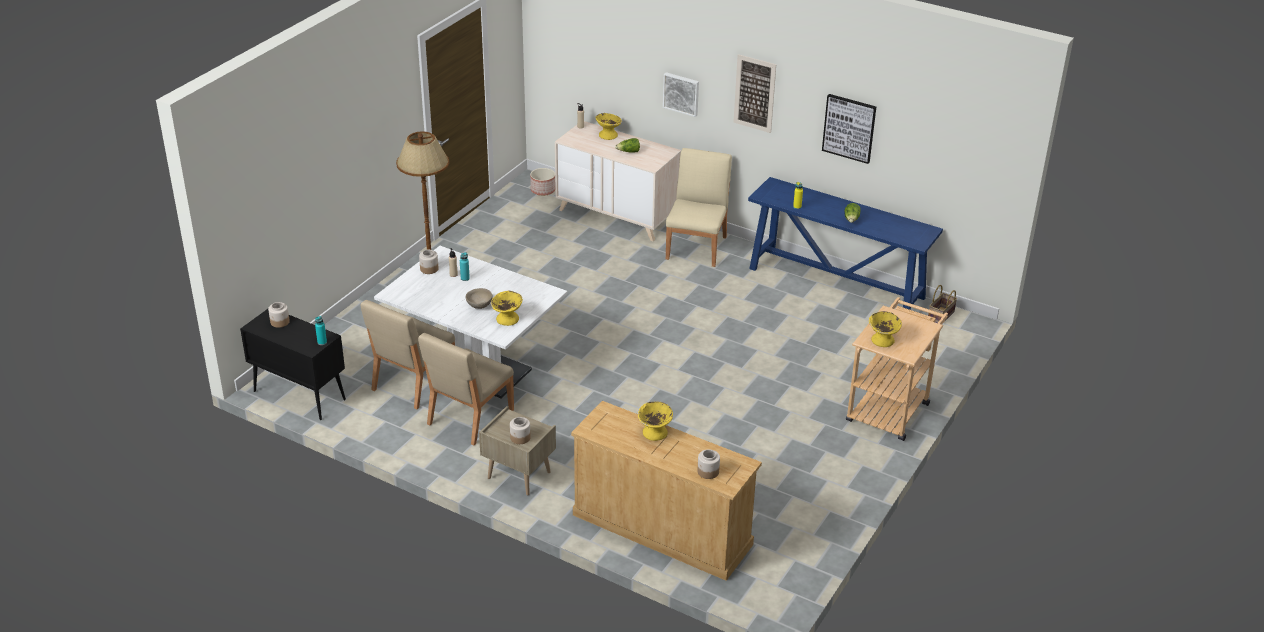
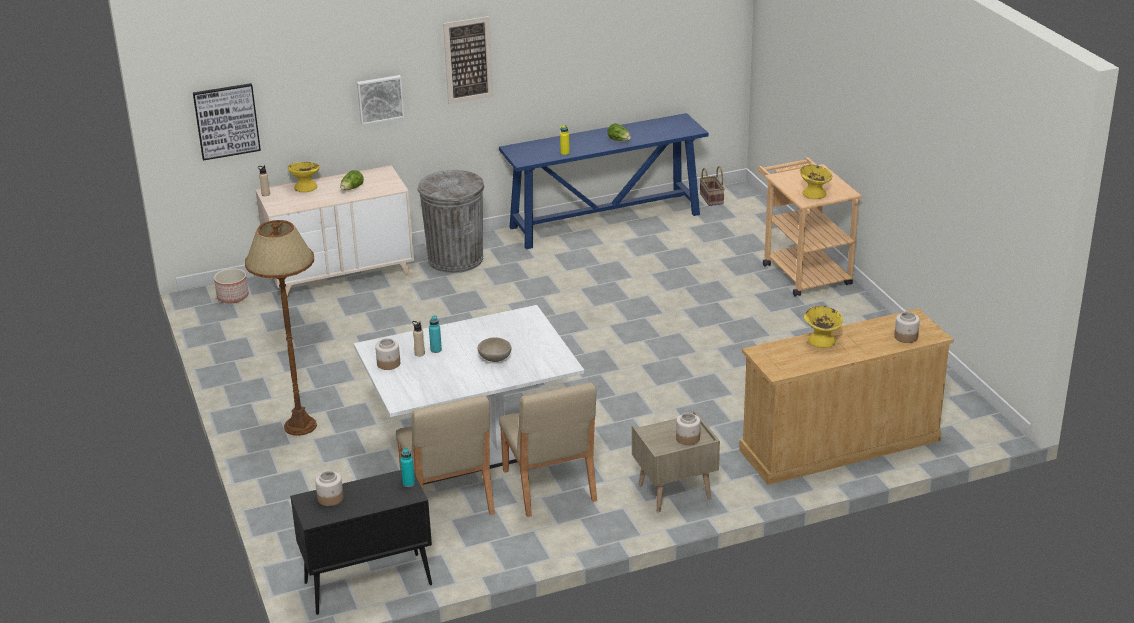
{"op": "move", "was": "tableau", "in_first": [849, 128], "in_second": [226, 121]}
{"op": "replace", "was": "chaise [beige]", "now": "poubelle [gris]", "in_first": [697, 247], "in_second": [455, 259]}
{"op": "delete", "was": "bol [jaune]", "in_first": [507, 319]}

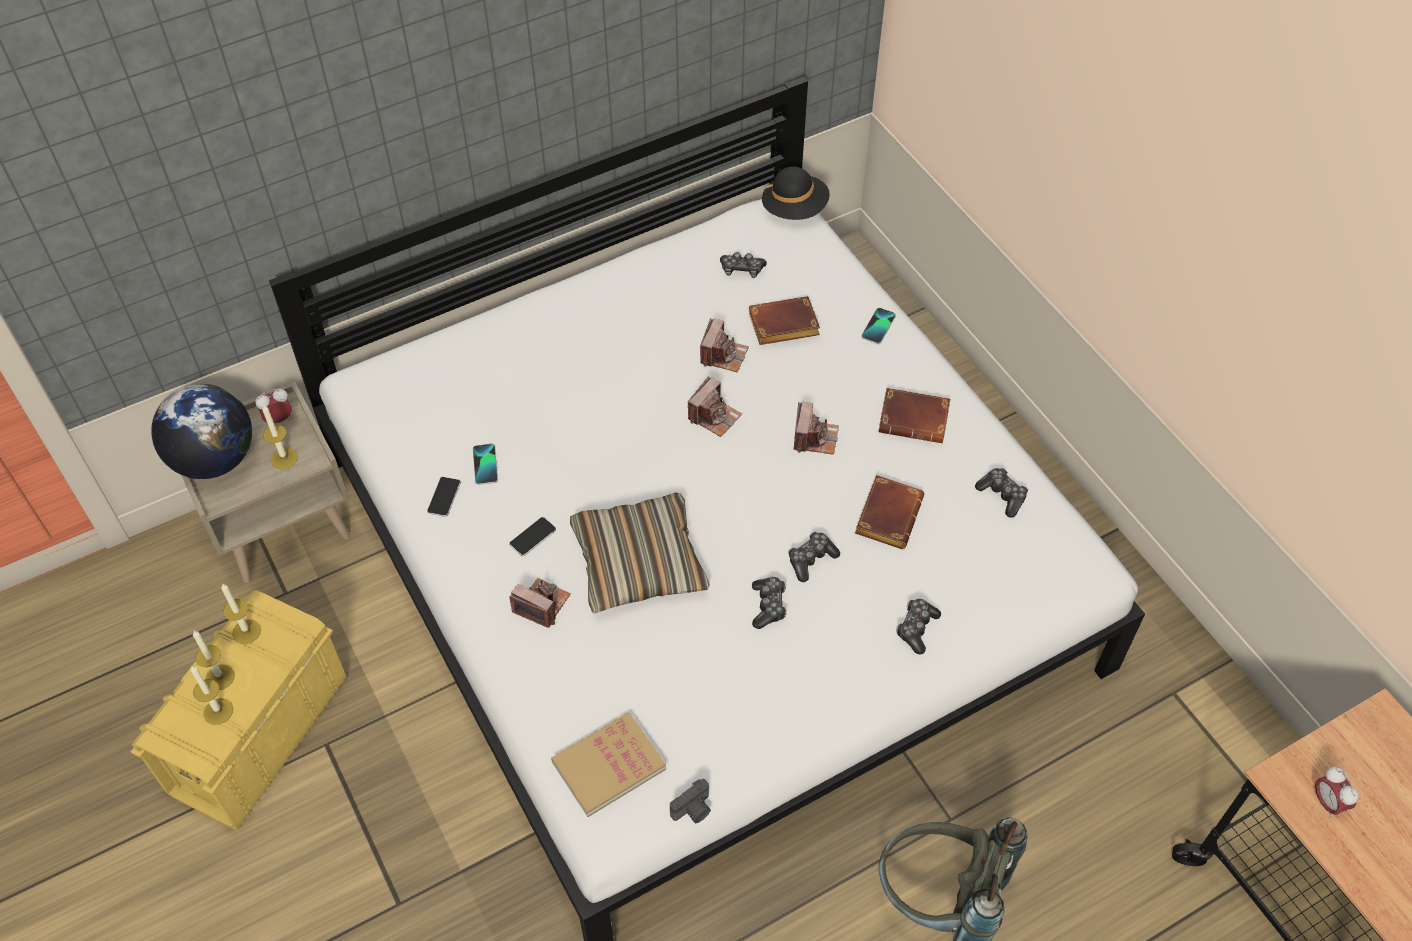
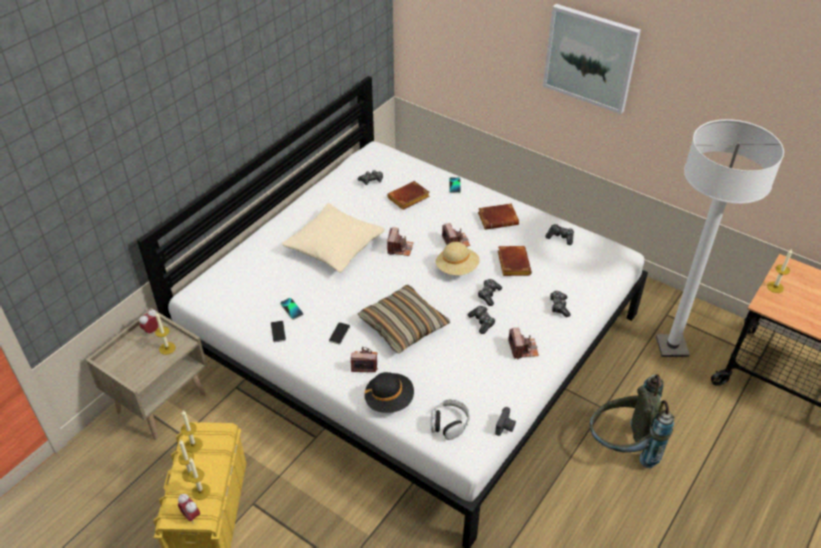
{"op": "move", "was": "réveil", "in_first": [1327, 802], "in_second": [191, 516]}
{"op": "insert", "now": "coussin [beige]", "in_second": [334, 246]}
{"op": "move", "was": "chapeau [noir]", "in_first": [795, 209], "in_second": [389, 400]}
{"op": "replace", "was": "livre", "now": "casque audio", "in_first": [609, 765], "in_second": [449, 423]}
{"op": "insert", "now": "chapeau [beige]", "in_second": [457, 268]}
{"op": "move", "was": "appareil photo", "in_first": [723, 355], "in_second": [523, 349]}
{"op": "insert", "now": "tableau", "in_second": [590, 58]}
{"op": "insert", "now": "lampadaire [blanc]", "in_second": [671, 347]}
{"op": "insert", "now": "bougie", "in_second": [775, 287]}
{"op": "delete", "was": "globe", "in_first": [214, 459]}

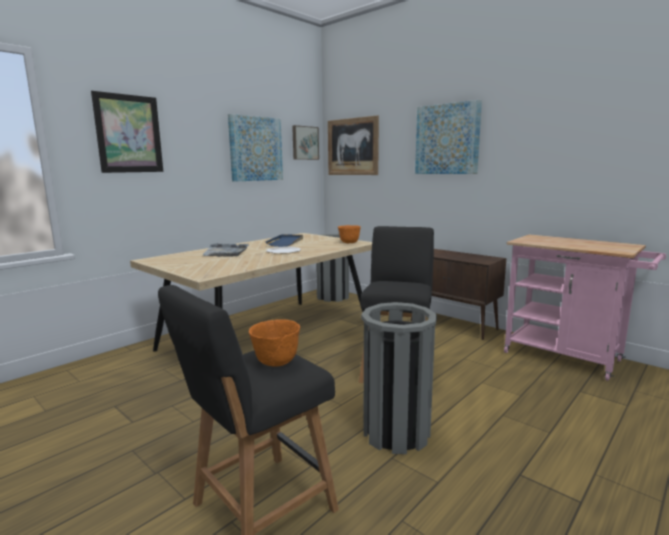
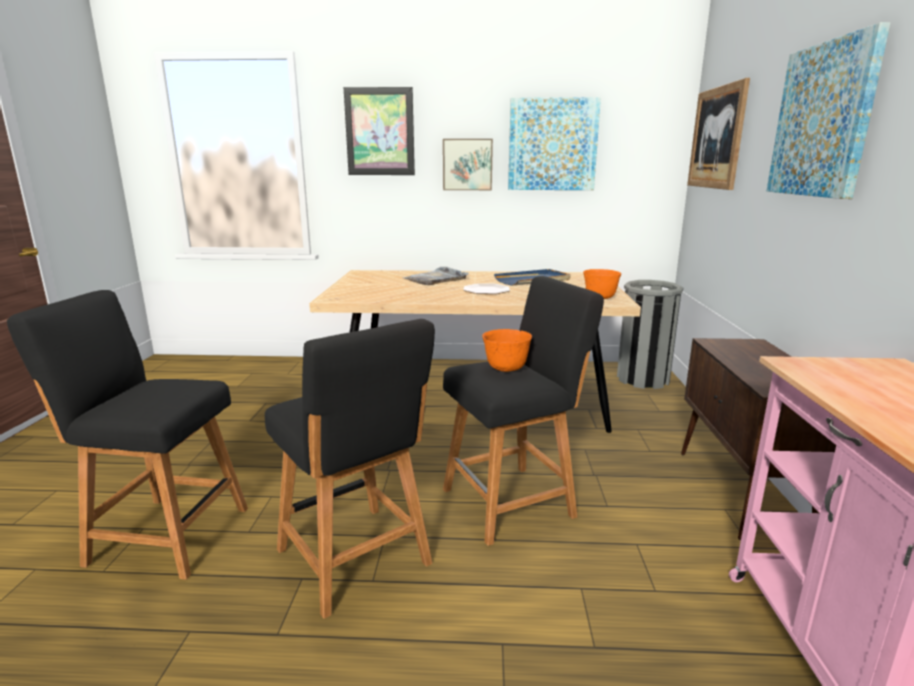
{"op": "replace", "was": "poubelle [gris]", "now": "tabouret [noir]", "in_first": [396, 433], "in_second": [357, 561]}
{"op": "move", "was": "tableau", "in_first": [304, 143], "in_second": [467, 164]}
{"op": "move", "was": "bol [orange]", "in_first": [276, 362], "in_second": [505, 369]}

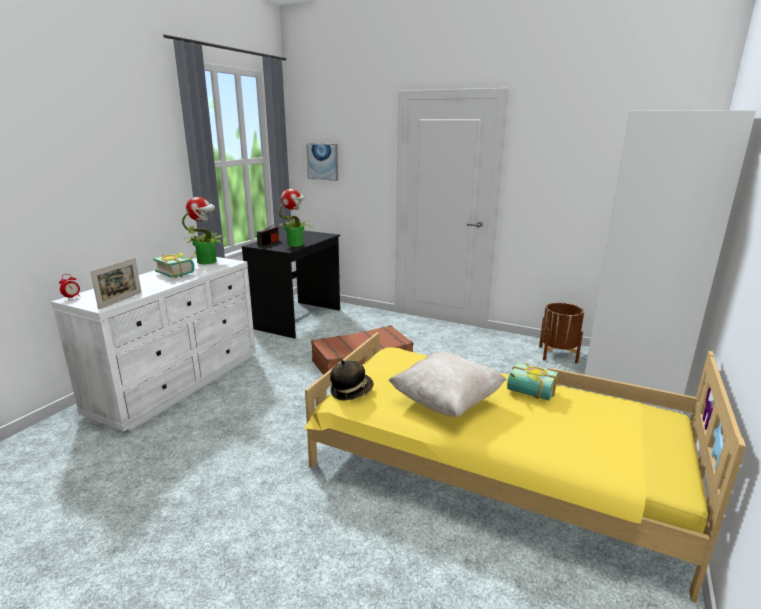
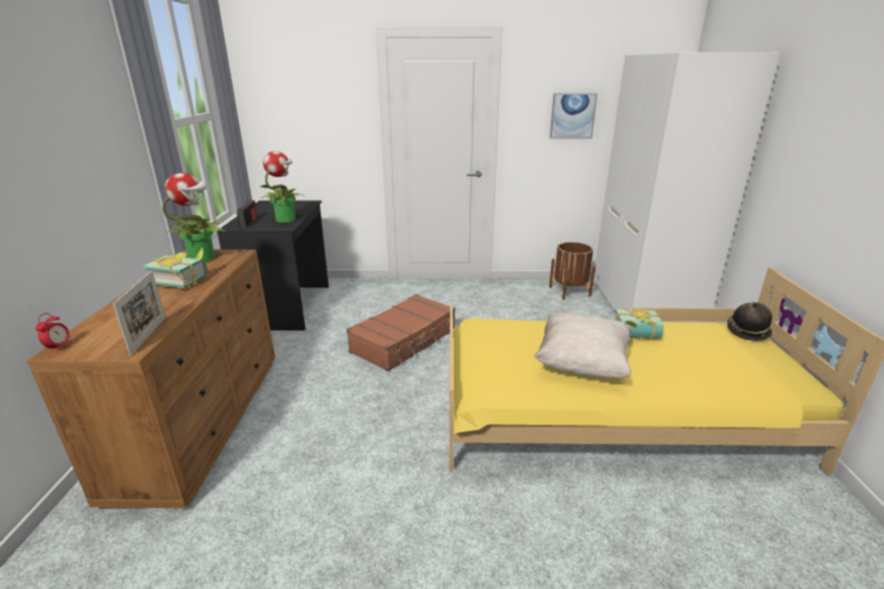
{"op": "recolor", "was": "commode [blanc]", "now": "commode [marron]", "in_first": [179, 382], "in_second": [203, 420]}
{"op": "move", "was": "tableau", "in_first": [323, 161], "in_second": [572, 116]}
{"op": "move", "was": "chapeau", "in_first": [351, 391], "in_second": [747, 331]}

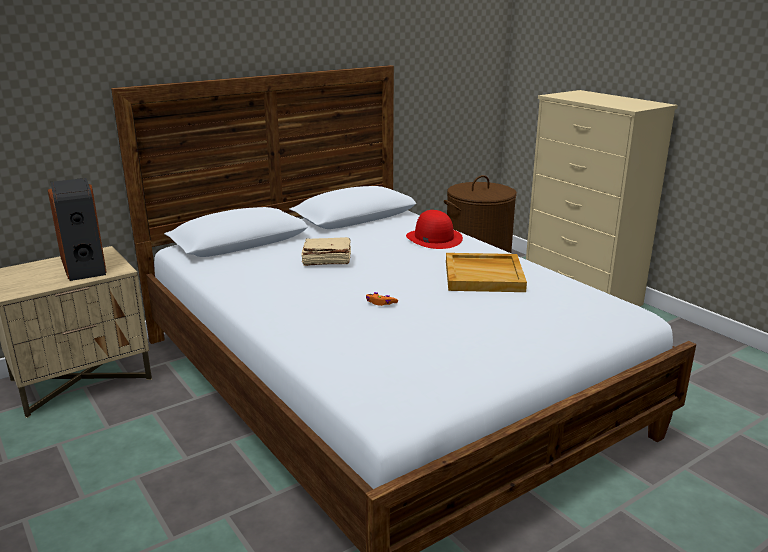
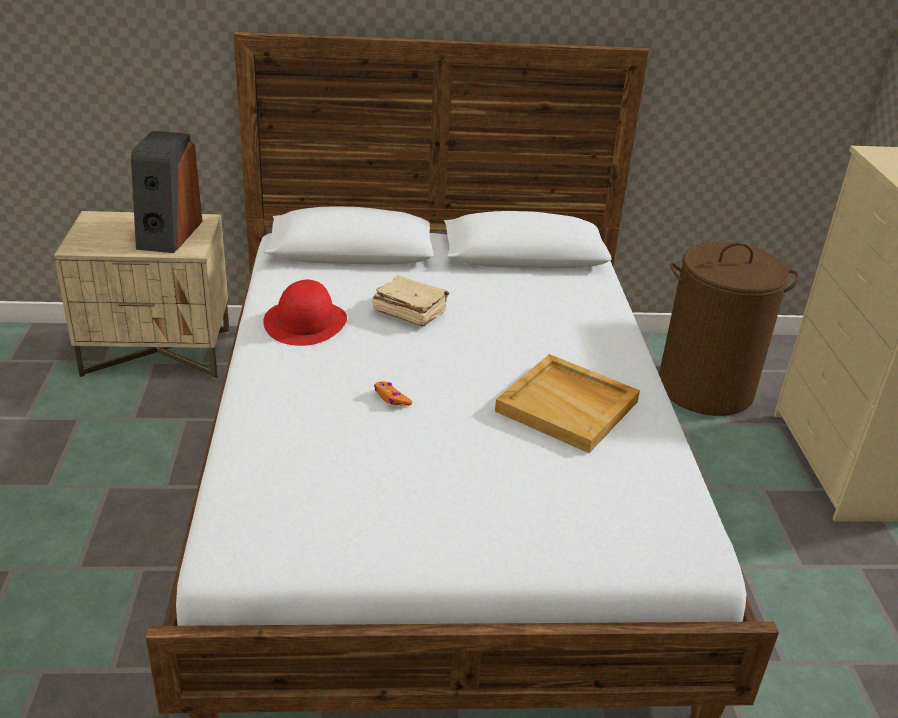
{"op": "move", "was": "chapeau [rouge]", "in_first": [433, 238], "in_second": [305, 322]}

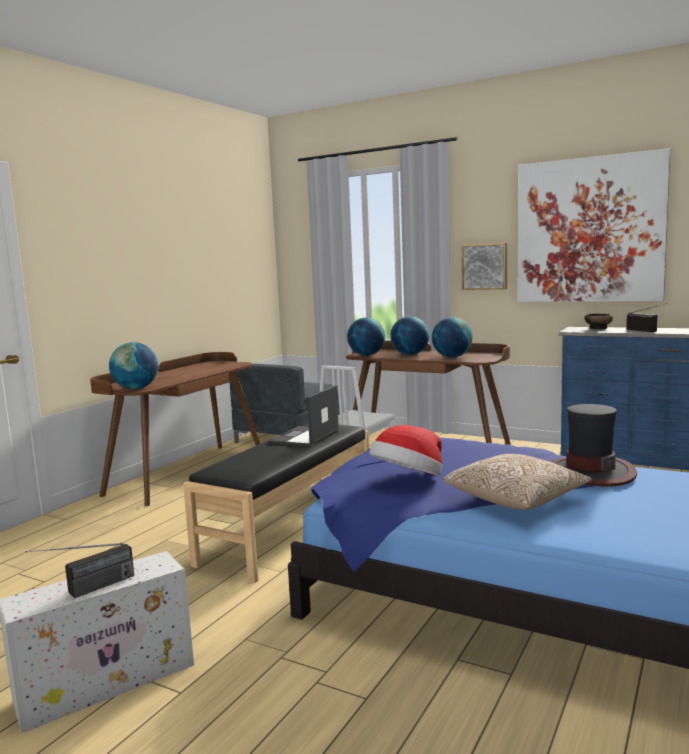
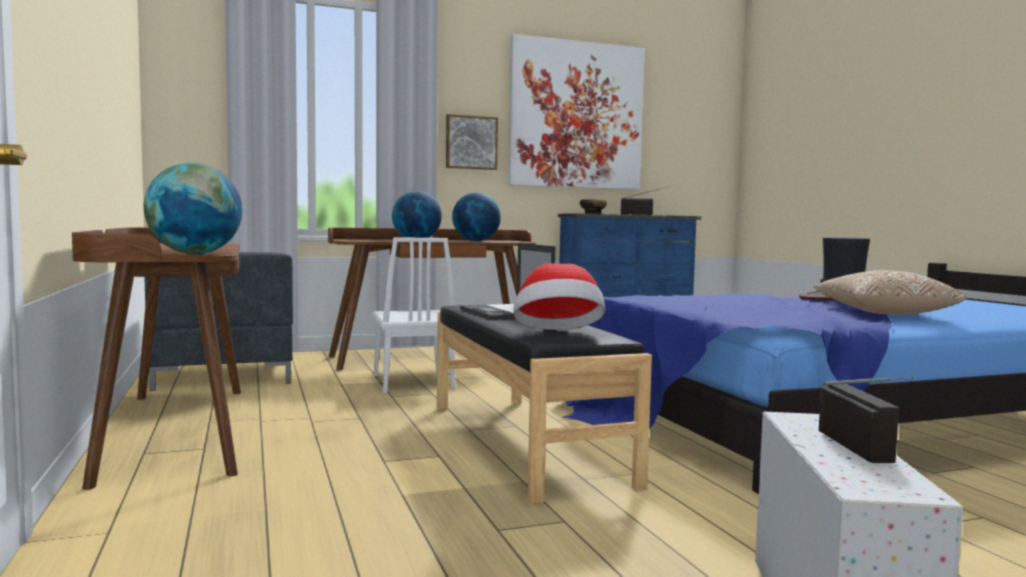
{"op": "move", "was": "chapeau", "in_first": [408, 480], "in_second": [558, 335]}
{"op": "delete", "was": "globe", "in_first": [366, 355]}

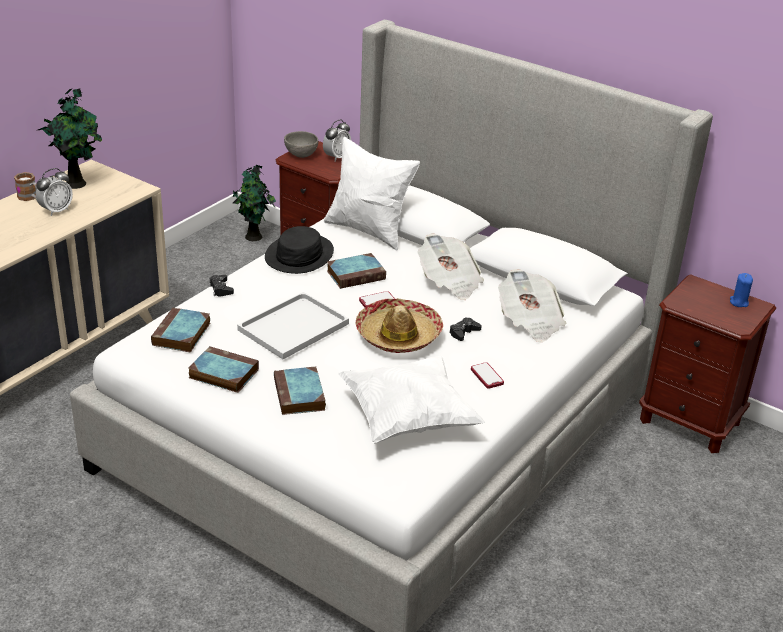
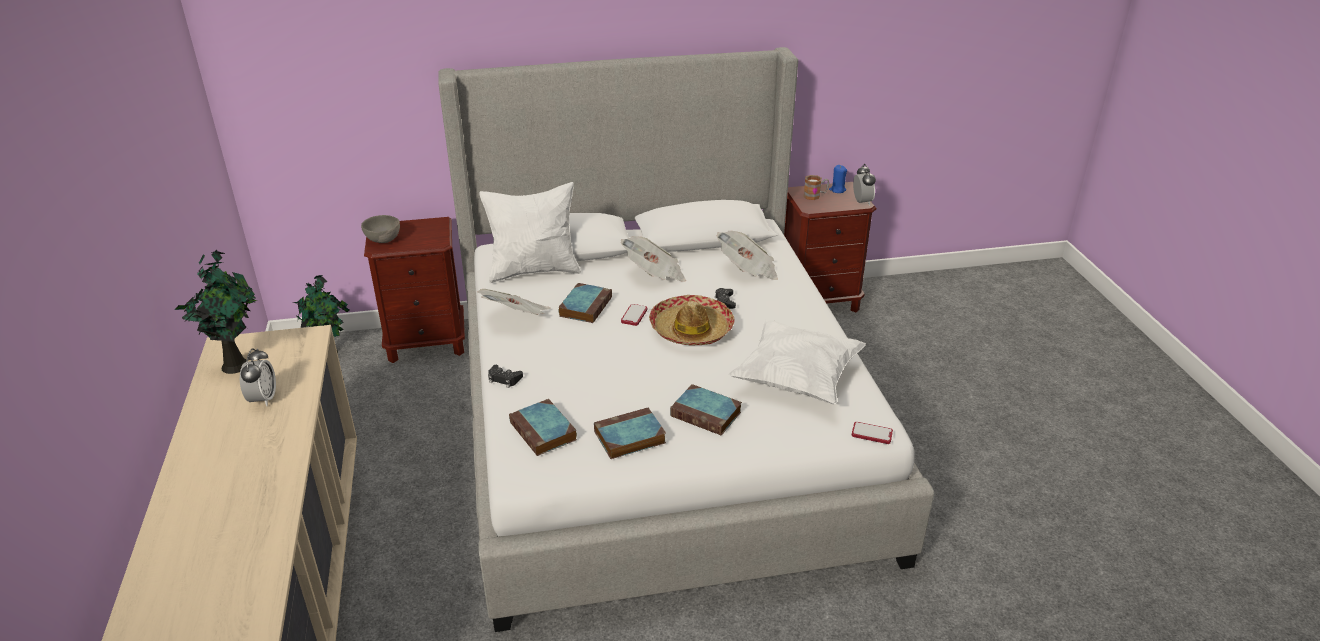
{"op": "replace", "was": "chapeau [noir]", "now": "journal", "in_first": [299, 255], "in_second": [517, 317]}
{"op": "move", "was": "mug", "in_first": [30, 197], "in_second": [815, 196]}
{"op": "move", "was": "téléphone", "in_first": [487, 376], "in_second": [871, 434]}
{"op": "move", "was": "réveil", "in_first": [336, 157], "in_second": [862, 202]}
{"op": "delete", "was": "plateau [blanc]", "in_first": [292, 328]}

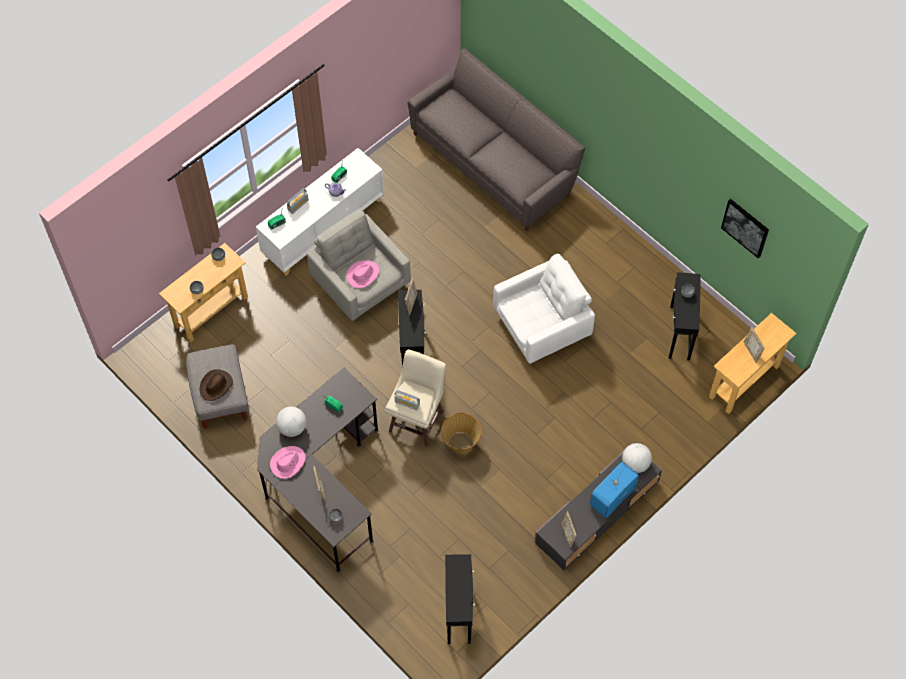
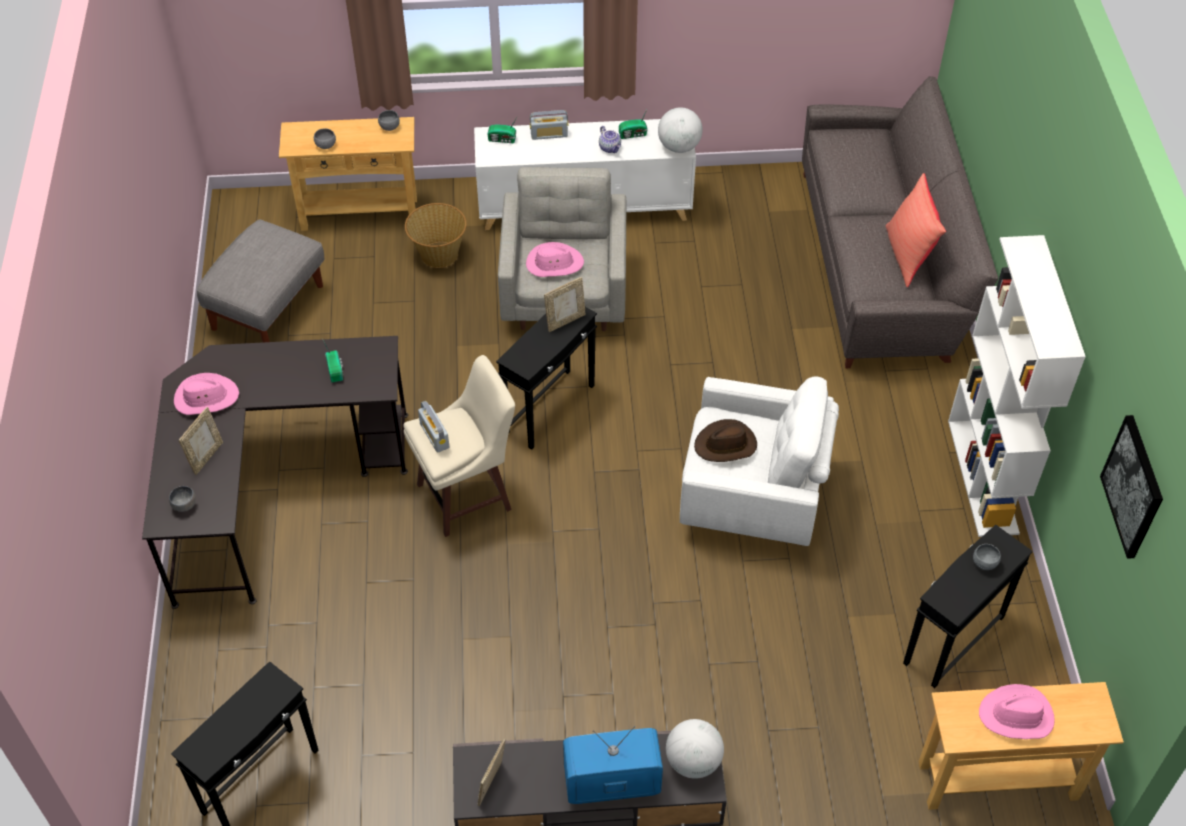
{"op": "move", "was": "panier", "in_first": [461, 443], "in_second": [438, 255]}
{"op": "move", "was": "globe", "in_first": [292, 428], "in_second": [679, 146]}
{"op": "move", "was": "chapeau [marron]", "in_first": [216, 386], "in_second": [726, 445]}
{"op": "insert", "now": "coussin [rouge]", "in_second": [908, 255]}
{"op": "insert", "now": "bibliothèque [blanc]", "in_second": [983, 477]}
{"op": "replace", "was": "cadre photo", "now": "chapeau [rose]", "in_first": [751, 351], "in_second": [1016, 716]}

